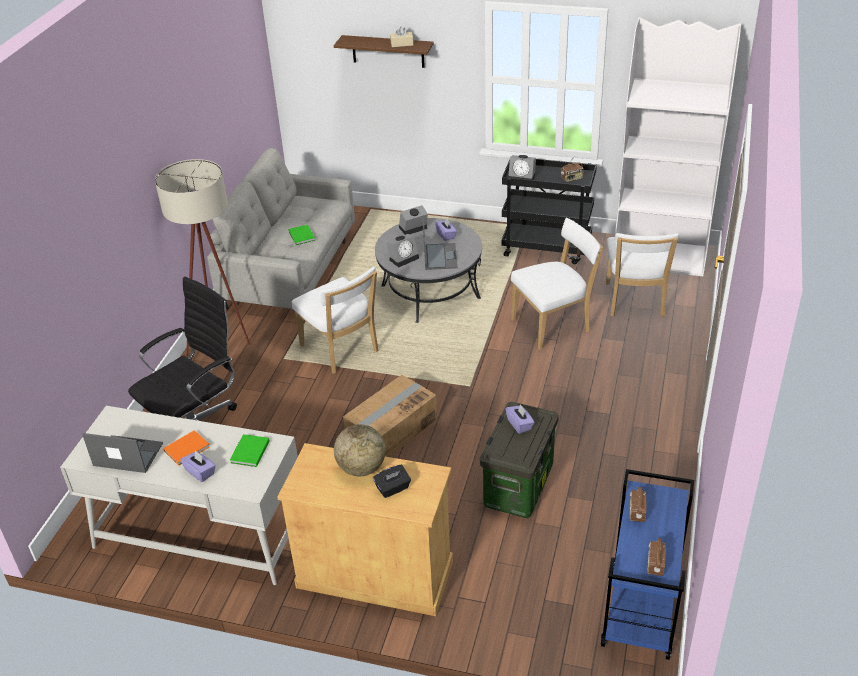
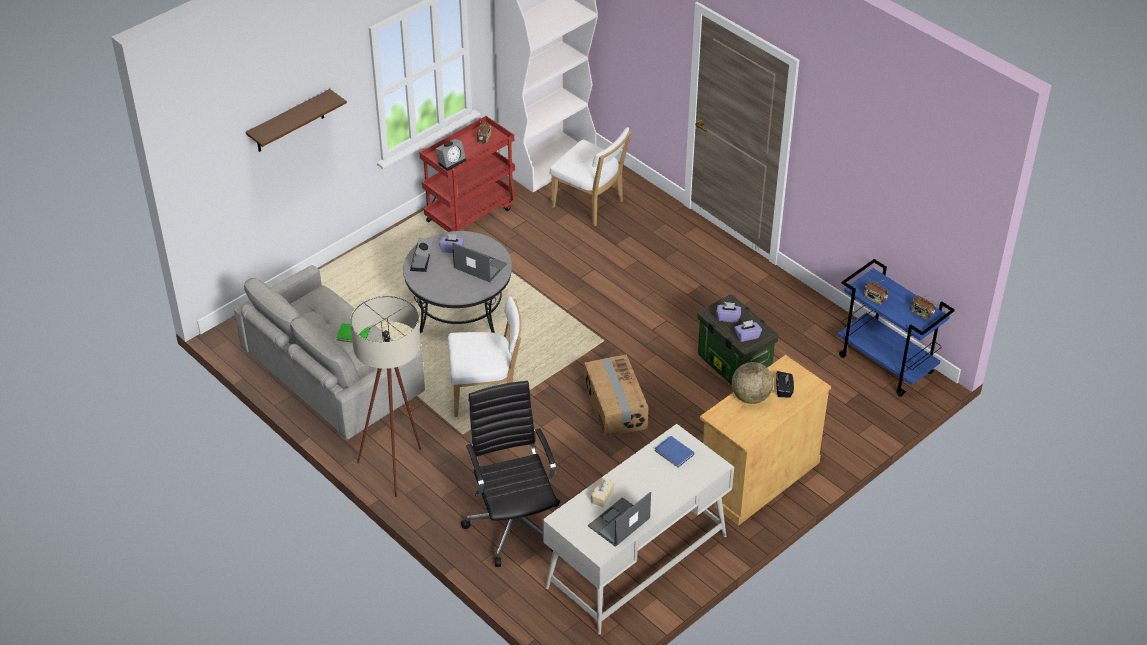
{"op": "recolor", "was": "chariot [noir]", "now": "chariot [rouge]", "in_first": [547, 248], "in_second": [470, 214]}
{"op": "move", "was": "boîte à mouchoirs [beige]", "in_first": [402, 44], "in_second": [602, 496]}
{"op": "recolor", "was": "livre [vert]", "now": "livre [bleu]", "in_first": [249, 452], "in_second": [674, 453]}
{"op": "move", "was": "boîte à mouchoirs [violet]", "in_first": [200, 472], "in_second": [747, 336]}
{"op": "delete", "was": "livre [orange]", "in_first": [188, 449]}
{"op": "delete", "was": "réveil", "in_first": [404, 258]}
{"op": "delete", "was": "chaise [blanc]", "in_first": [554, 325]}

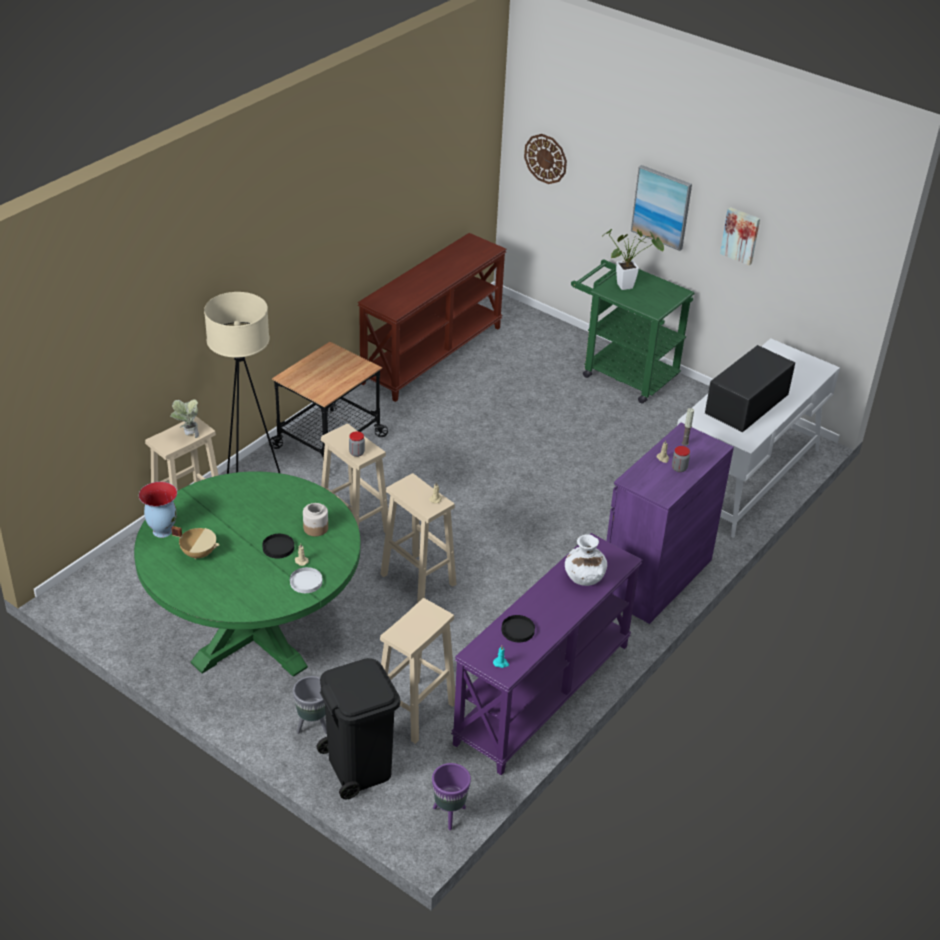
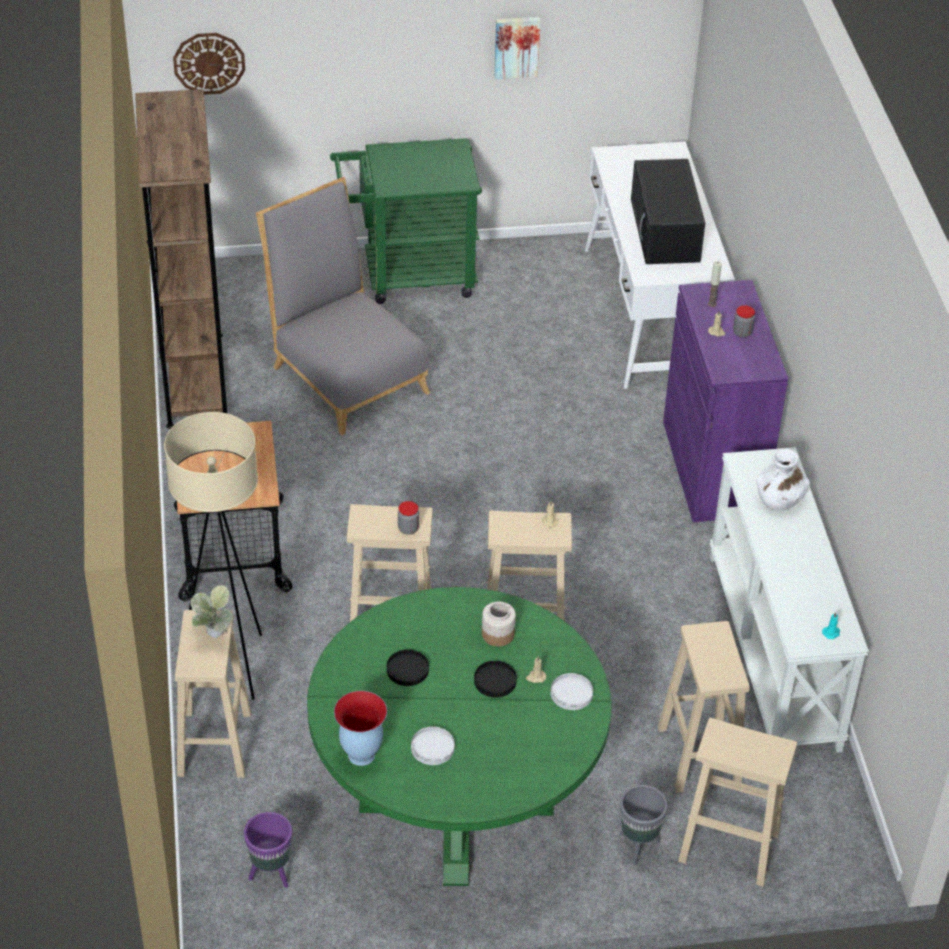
{"op": "replace", "was": "table console [marron]", "now": "bibliothèque [marron]", "in_first": [431, 354], "in_second": [195, 379]}
{"op": "move", "was": "cache-pot [violet]", "in_first": [449, 815], "in_second": [271, 874]}
{"op": "insert", "now": "chaise [gris]", "in_second": [345, 373]}
{"op": "move", "was": "assiette [noir]", "in_first": [518, 630], "in_second": [408, 669]}
{"op": "replace", "was": "marmite [beige]", "now": "assiette [blanc]", "in_first": [199, 553], "in_second": [432, 747]}
{"op": "replace", "was": "poubelle [noir]", "now": "tabouret [beige]", "in_first": [358, 766], "in_second": [727, 847]}
{"op": "recolor", "was": "table console [violet]", "now": "table console [blanc]", "in_first": [543, 695], "in_second": [775, 651]}
{"op": "delete", "was": "plante en pot", "in_first": [628, 286]}
{"op": "delete", "was": "tableau", "in_first": [662, 207]}

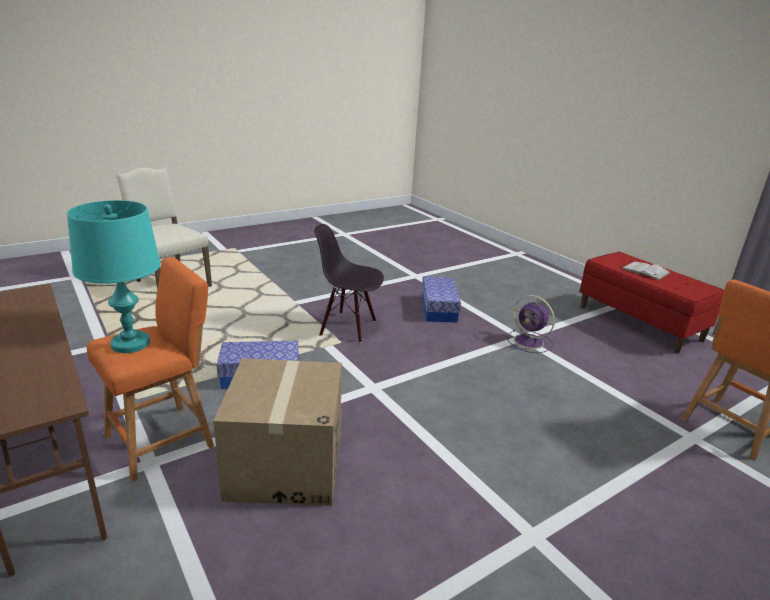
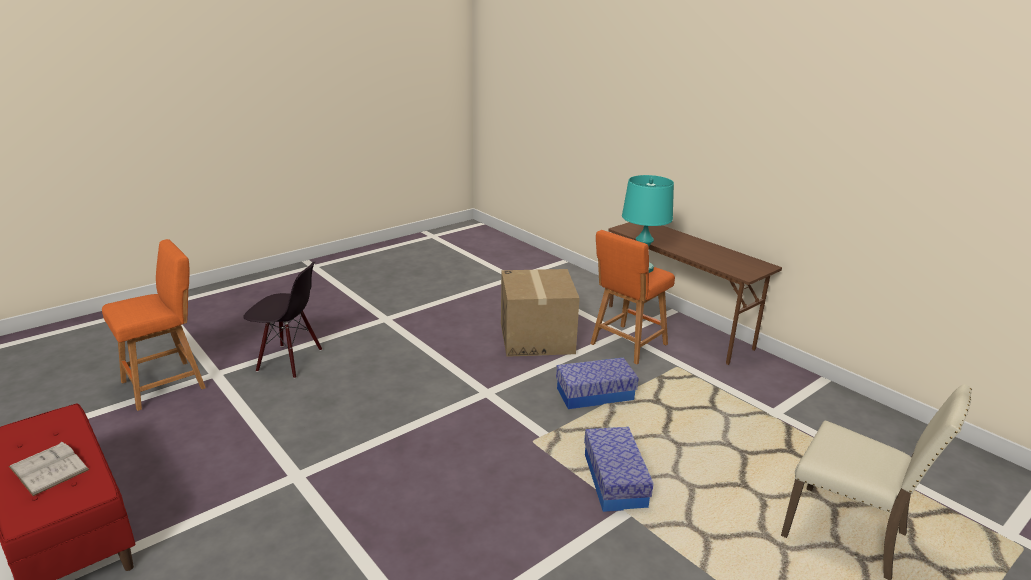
{"op": "move", "was": "chaise [noir]", "in_first": [348, 327], "in_second": [289, 361]}
{"op": "move", "was": "boîte de rangement", "in_first": [439, 309], "in_second": [614, 480]}
{"op": "delete", "was": "ventilateur [violet]", "in_first": [530, 342]}

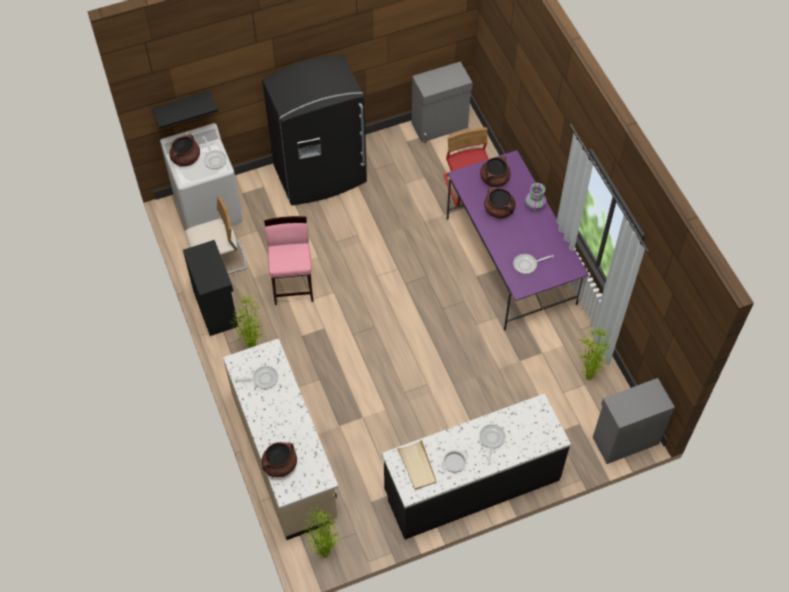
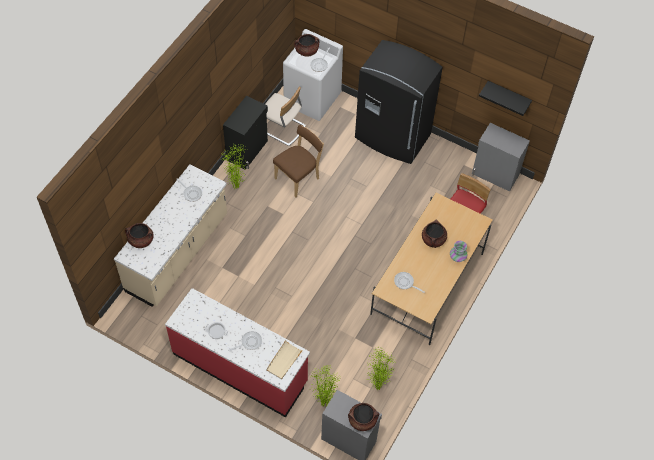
{"op": "recolor", "was": "comptoir de cuisine [noir]", "now": "comptoir de cuisine [rouge]", "in_first": [471, 485], "in_second": [240, 367]}
{"op": "move", "was": "plateau [beige]", "in_first": [417, 466], "in_second": [284, 360]}
{"op": "replace", "was": "tabouret [rose]", "now": "chaise [marron]", "in_first": [293, 285], "in_second": [298, 178]}
{"op": "move", "was": "plante en pot", "in_first": [324, 554], "in_second": [324, 403]}
{"op": "move", "was": "marmite [marron]", "in_first": [494, 179], "in_second": [362, 420]}
{"op": "recolor", "was": "table à manger [violet]", "now": "table à manger [beige]", "in_first": [510, 260], "in_second": [427, 283]}
{"op": "move", "was": "étagère [noir]", "in_first": [182, 106], "in_second": [508, 95]}

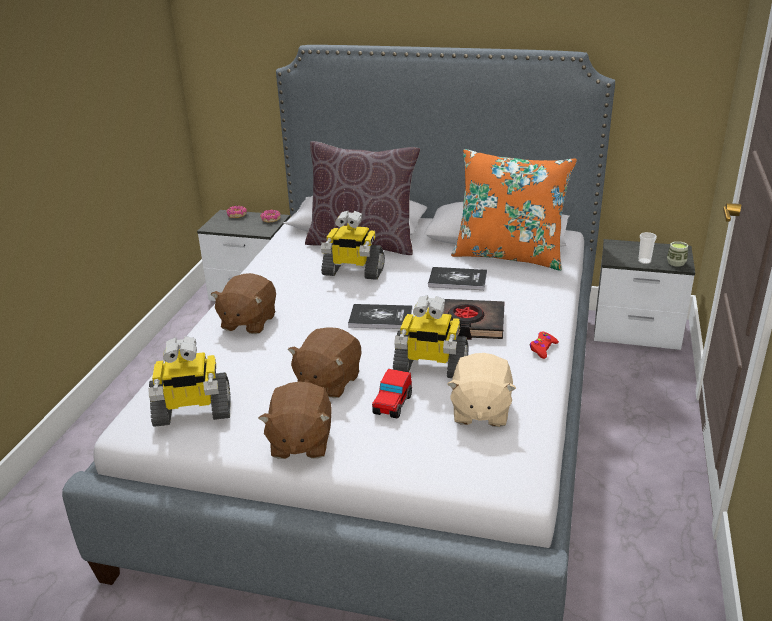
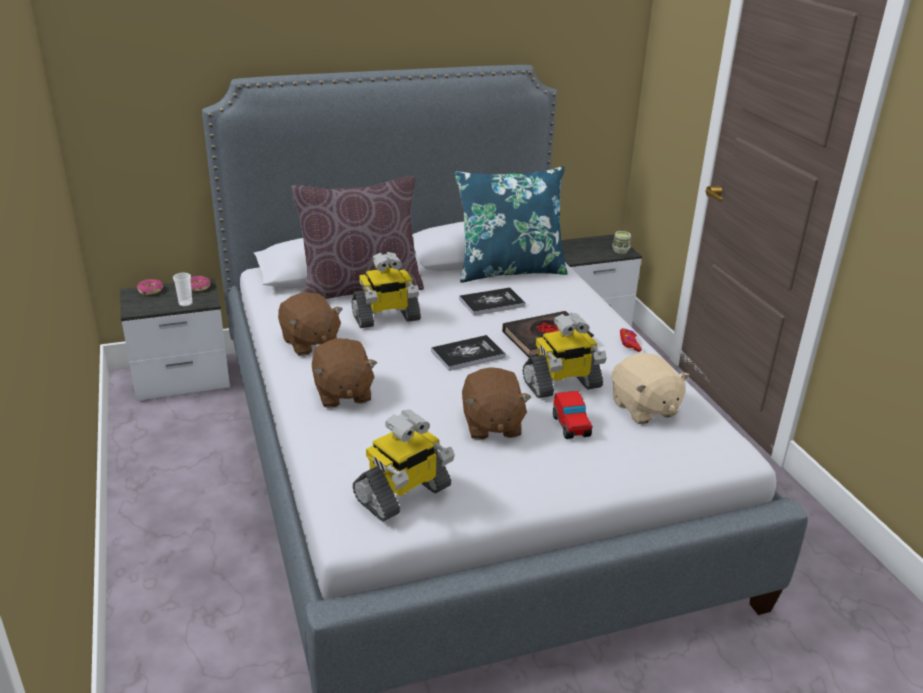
{"op": "move", "was": "tasse", "in_first": [644, 261], "in_second": [185, 303]}
{"op": "move", "was": "peluche [marron]", "in_first": [300, 442], "in_second": [309, 343]}
{"op": "recolor", "was": "coussin [orange]", "now": "coussin [bleu]", "in_first": [509, 255], "in_second": [509, 270]}

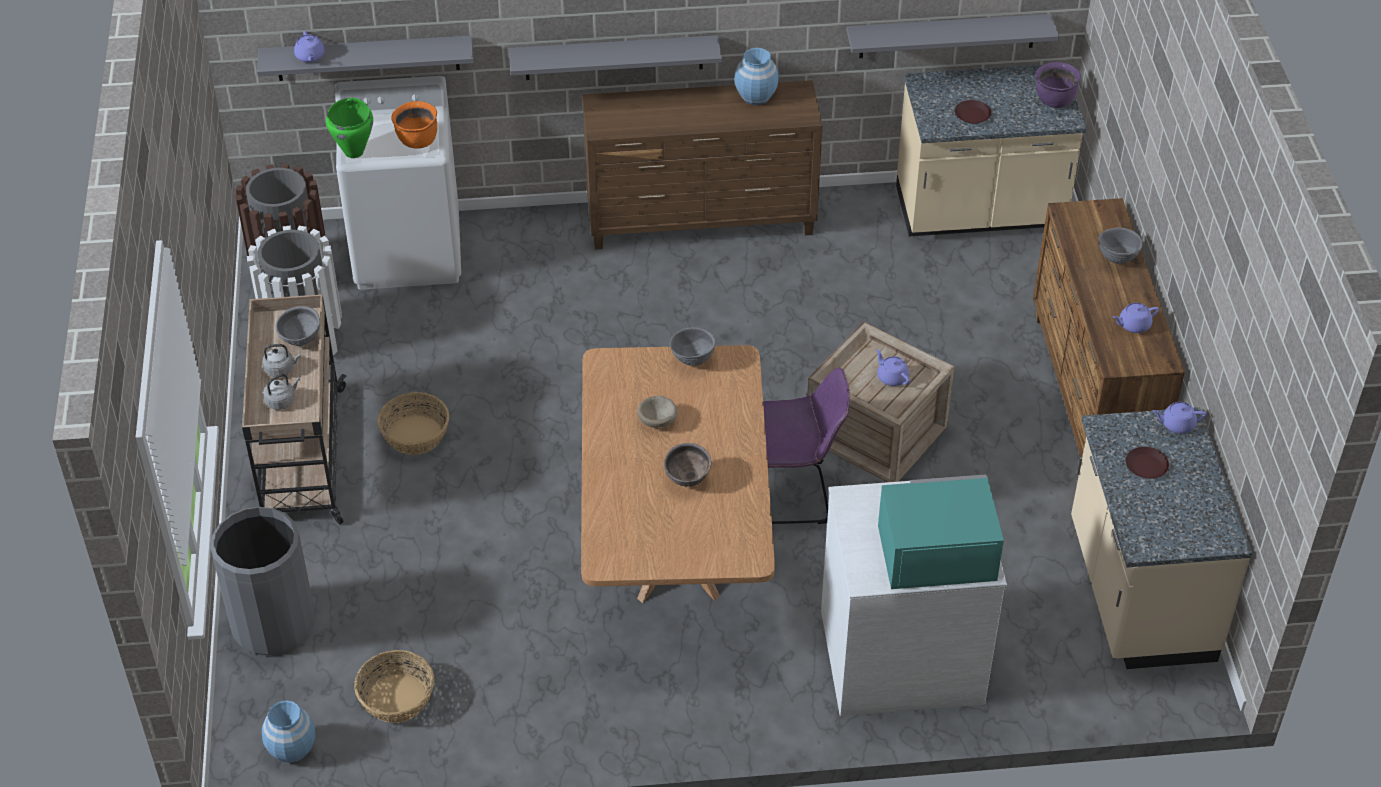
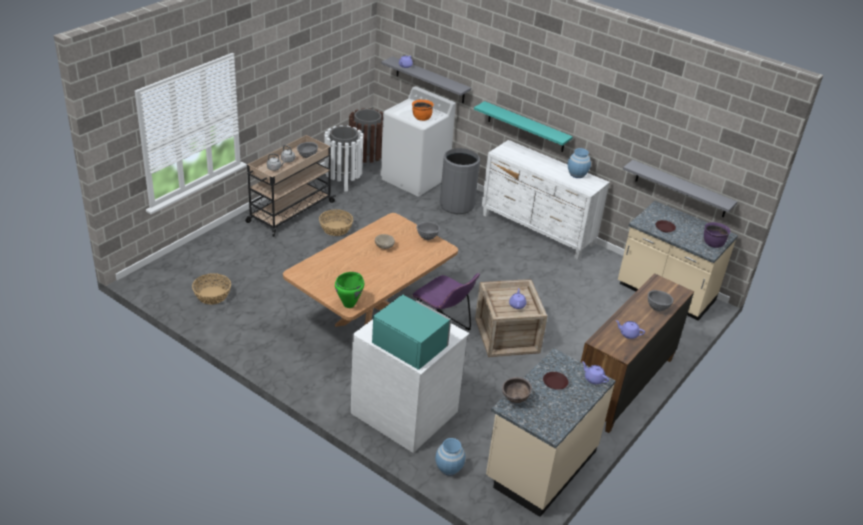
{"op": "move", "was": "marmite [vert]", "in_first": [354, 152], "in_second": [349, 304]}
{"op": "move", "was": "vase [bleu]", "in_first": [292, 748], "in_second": [449, 468]}
{"op": "move", "was": "poubelle [gris]", "in_first": [273, 624], "in_second": [456, 205]}
{"op": "recolor", "was": "étagère [gris]", "now": "étagère [turquoise]", "in_first": [614, 57], "in_second": [526, 127]}
{"op": "recolor", "was": "commode [marron]", "now": "commode [blanc]", "in_first": [702, 222], "in_second": [537, 230]}
{"op": "move", "was": "bol [marron]", "in_first": [687, 480], "in_second": [515, 399]}

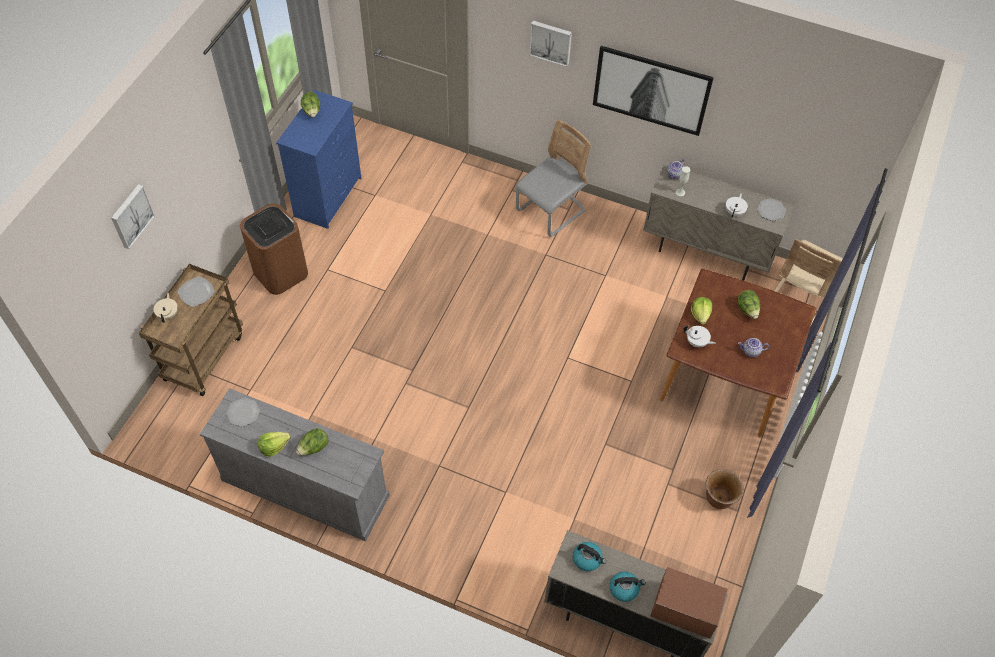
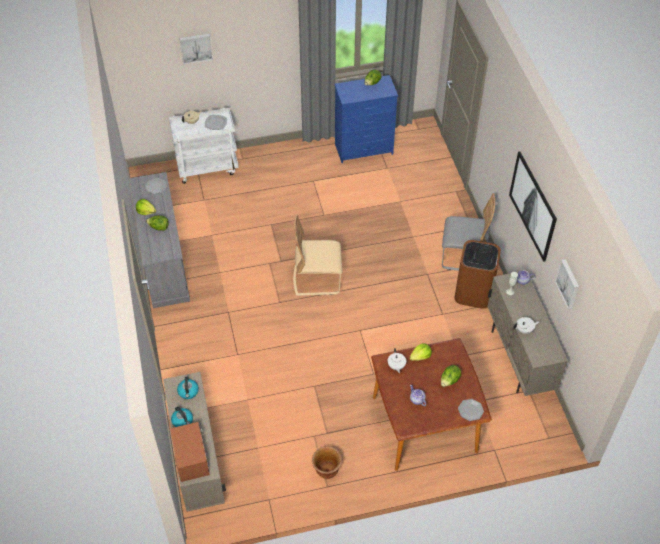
{"op": "recolor", "was": "chariot [marron]", "now": "chariot [blanc]", "in_first": [204, 356], "in_second": [208, 167]}
{"op": "move", "was": "chaise [beige]", "in_first": [800, 297], "in_second": [317, 280]}
{"op": "move", "was": "poubelle [marron]", "in_first": [280, 272], "in_second": [474, 292]}
{"op": "move", "was": "assiette", "in_first": [771, 210], "in_second": [470, 410]}
{"op": "move", "was": "tableau", "in_first": [551, 42], "in_second": [568, 283]}

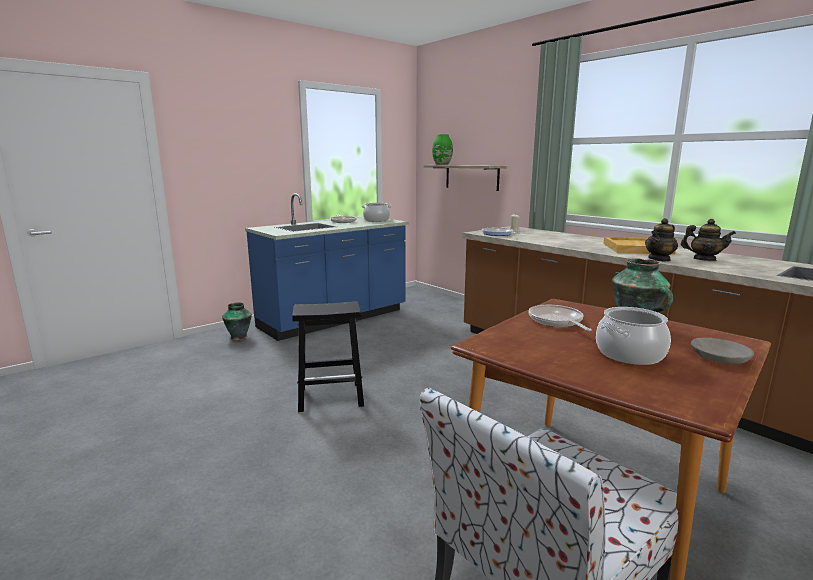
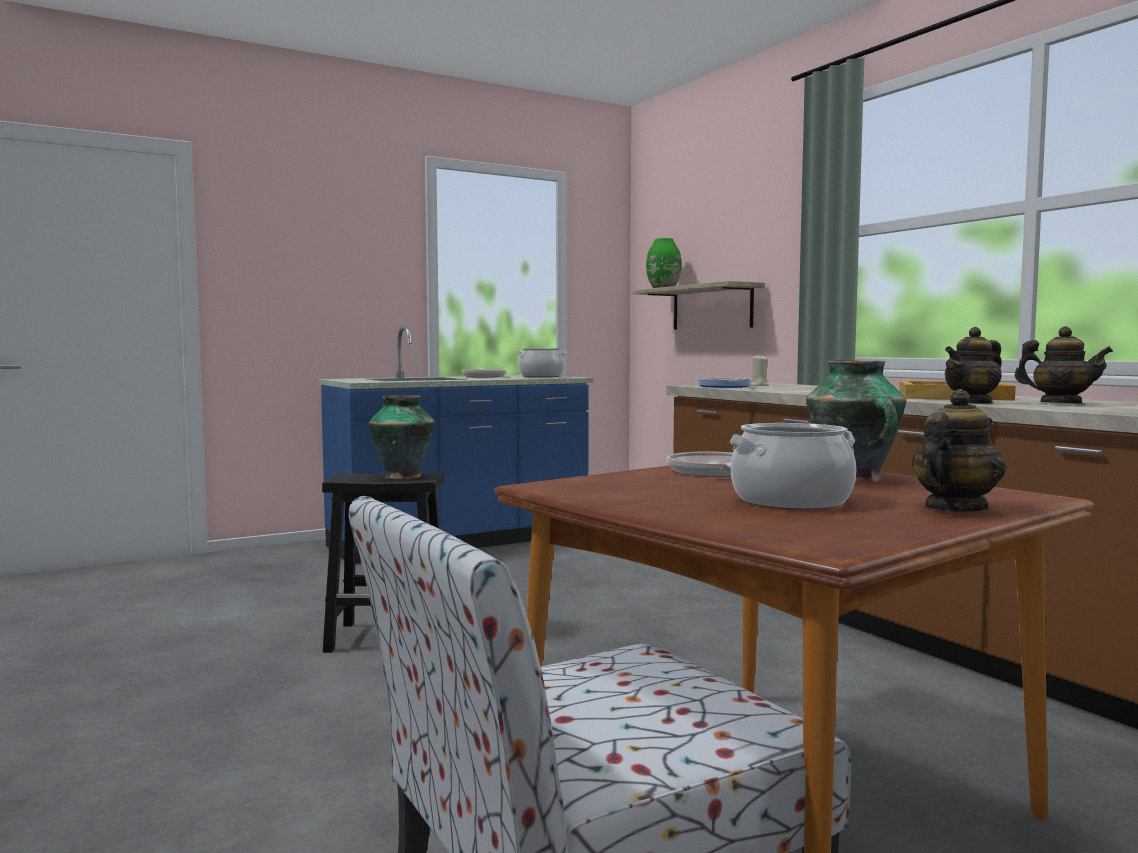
{"op": "move", "was": "vase", "in_first": [239, 337], "in_second": [403, 476]}
{"op": "replace", "was": "bol [gris]", "now": "théière", "in_first": [718, 358], "in_second": [954, 509]}

